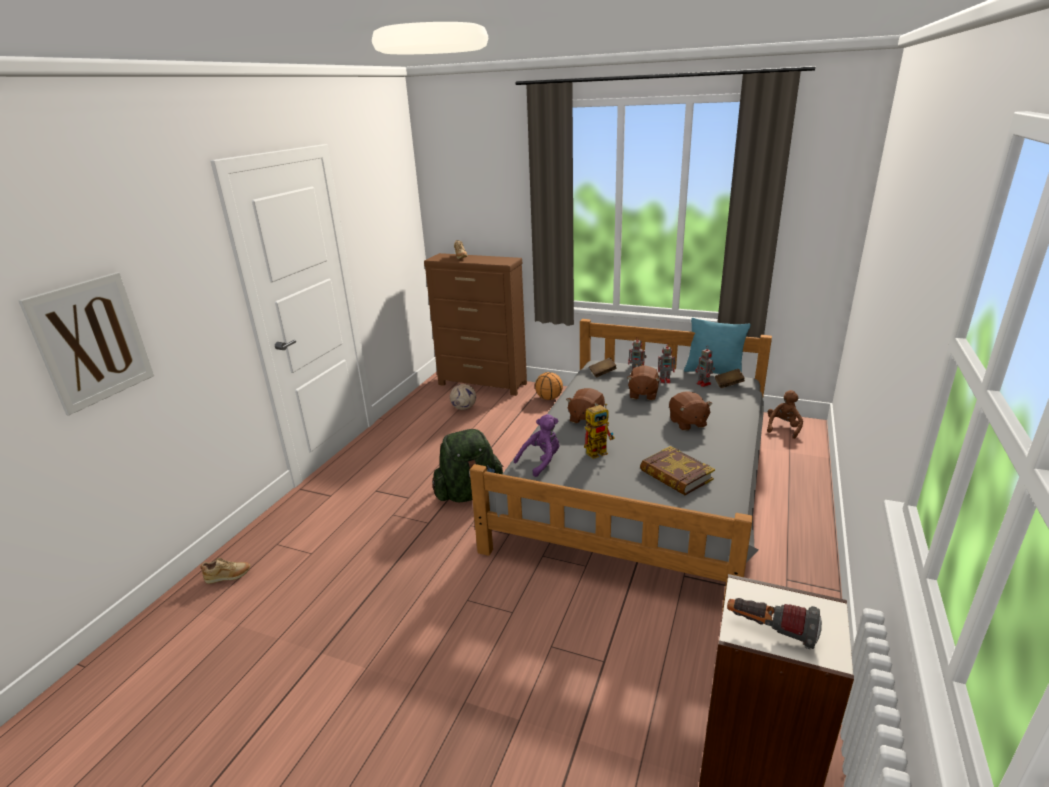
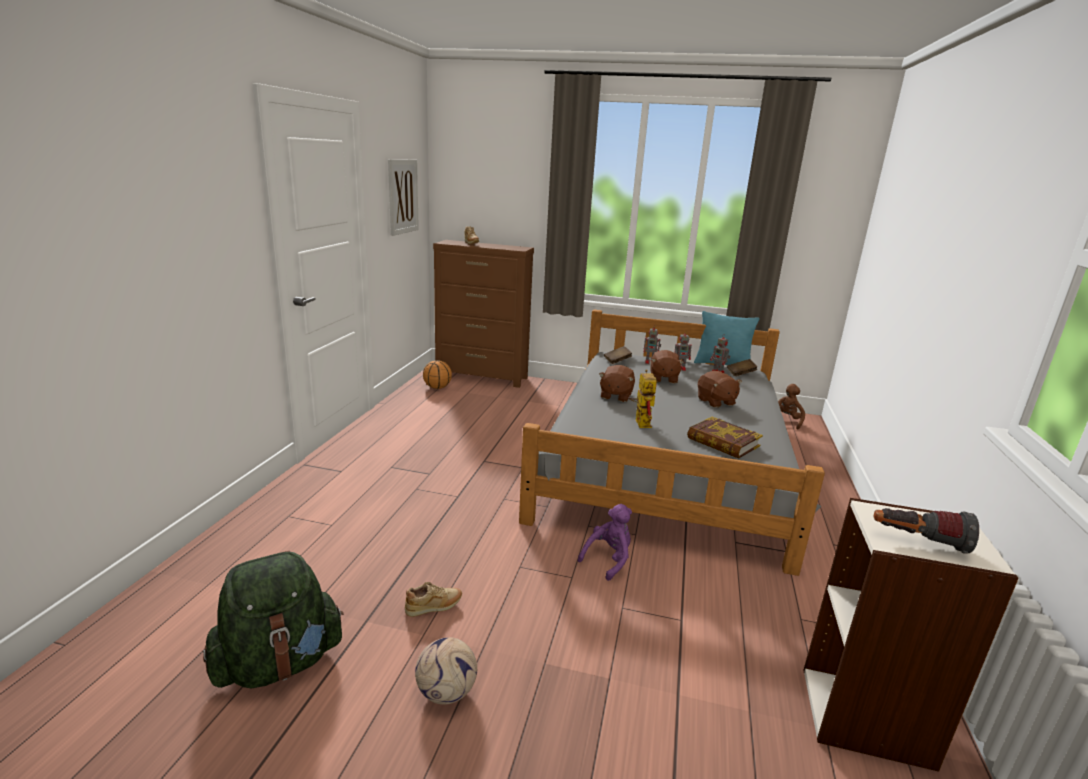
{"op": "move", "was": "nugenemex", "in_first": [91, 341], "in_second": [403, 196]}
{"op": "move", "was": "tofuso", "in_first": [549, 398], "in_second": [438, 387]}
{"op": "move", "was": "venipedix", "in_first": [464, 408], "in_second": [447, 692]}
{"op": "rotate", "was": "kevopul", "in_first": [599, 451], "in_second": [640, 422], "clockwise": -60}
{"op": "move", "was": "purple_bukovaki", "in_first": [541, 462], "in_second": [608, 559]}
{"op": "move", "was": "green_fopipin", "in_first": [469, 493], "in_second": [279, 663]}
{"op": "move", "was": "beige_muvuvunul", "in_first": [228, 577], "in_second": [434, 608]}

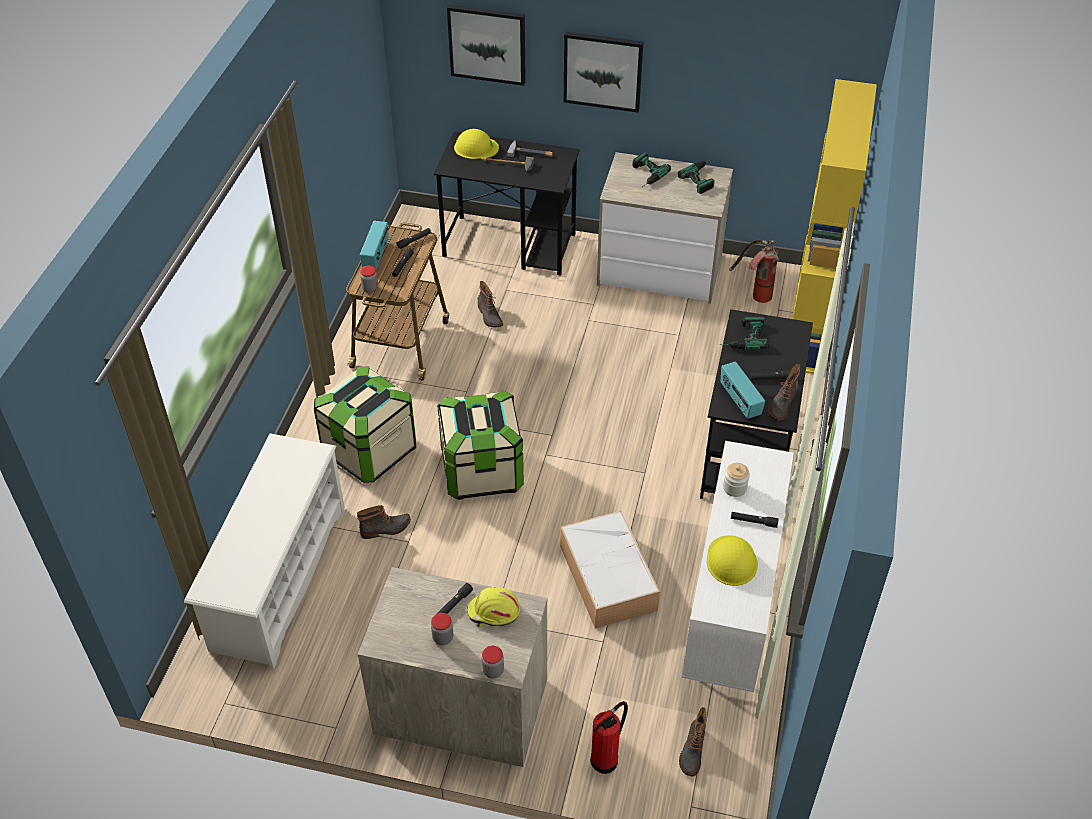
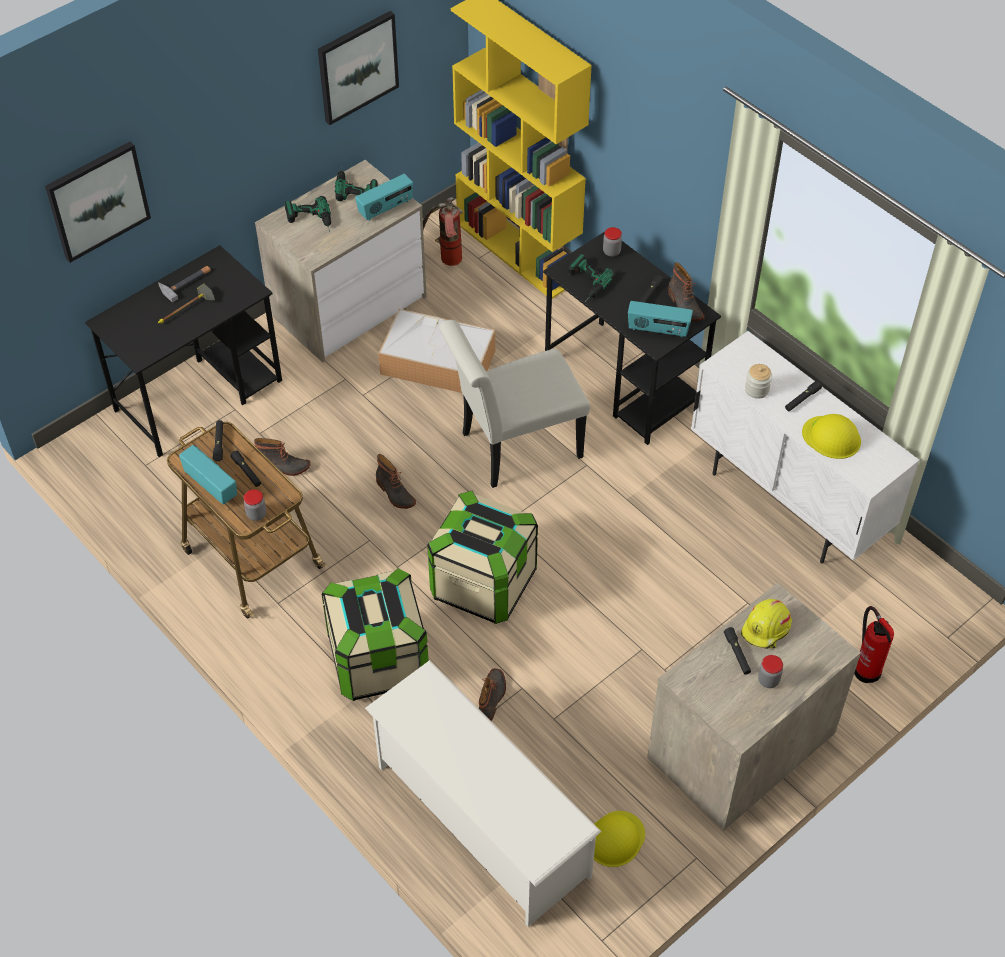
{"op": "move", "was": "nugenemex", "in_first": [603, 71], "in_second": [357, 66]}
{"op": "move", "was": "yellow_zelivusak", "in_first": [476, 147], "in_second": [615, 839]}
{"op": "move", "was": "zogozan", "in_first": [606, 576], "in_second": [436, 362]}
{"op": "move", "was": "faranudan", "in_first": [493, 671], "in_second": [611, 251]}
{"op": "move", "was": "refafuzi", "in_first": [692, 751], "in_second": [394, 493]}
{"op": "insert", "now": "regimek", "in_second": [386, 208]}
{"op": "insert", "now": "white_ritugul", "in_second": [513, 448]}

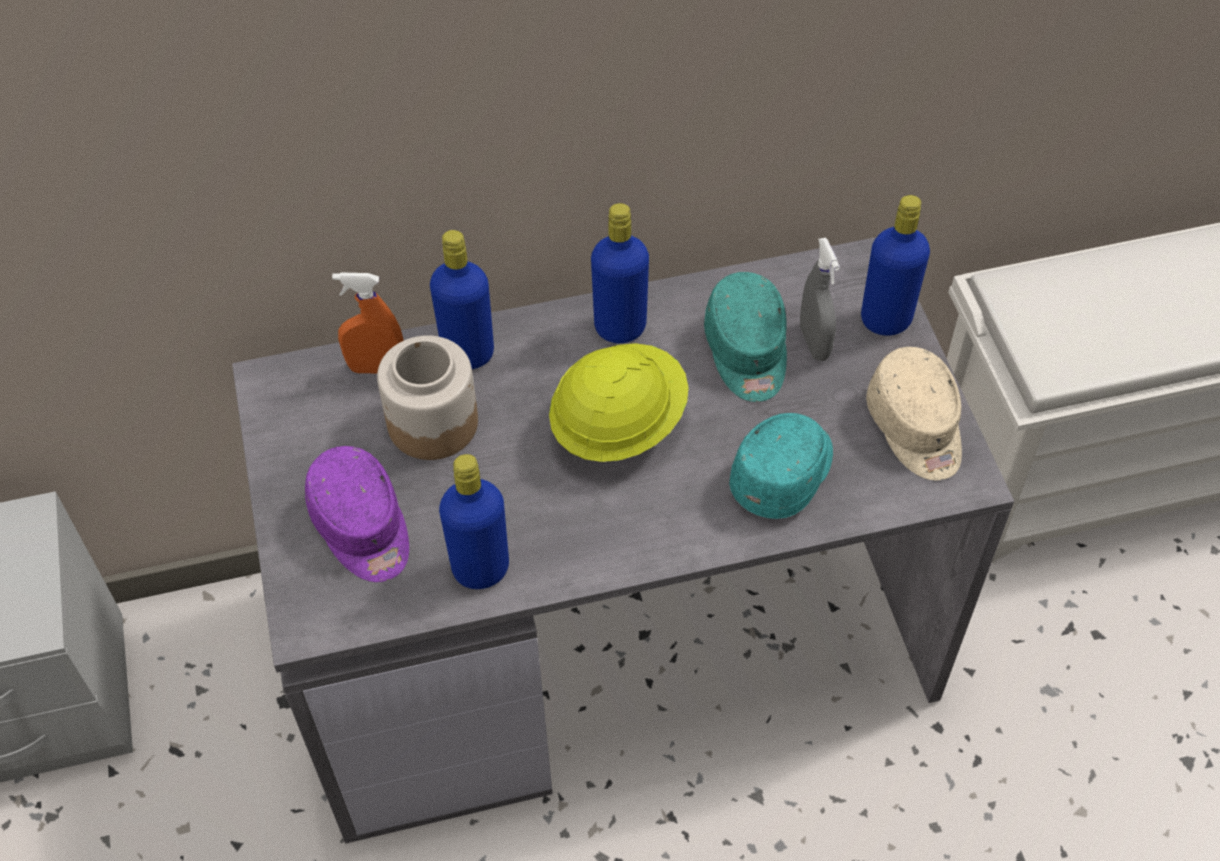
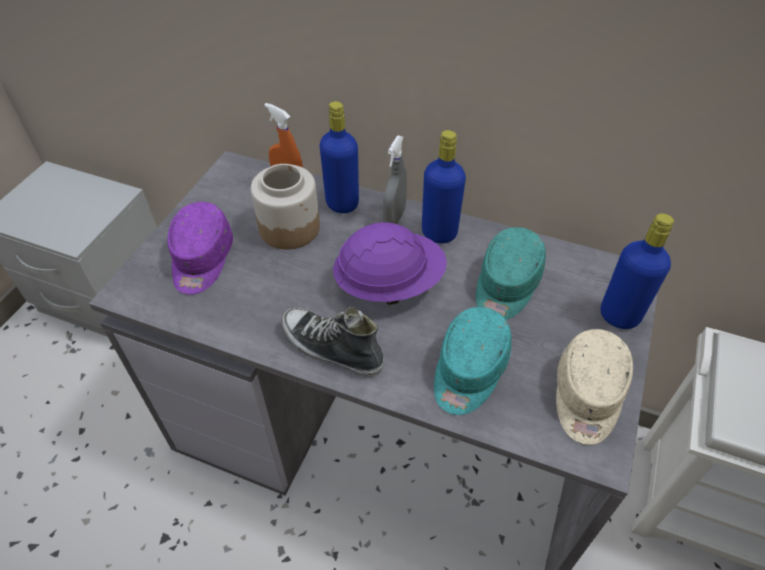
{"op": "move", "was": "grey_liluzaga", "in_first": [814, 342], "in_second": [394, 218]}
{"op": "recolor", "was": "yellow_zelivusak", "now": "purple_zelivusak", "in_first": [618, 424], "in_second": [389, 284]}
{"op": "rotate", "was": "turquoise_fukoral", "in_first": [784, 473], "in_second": [468, 371], "clockwise": 135}
{"op": "delete", "was": "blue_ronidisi", "in_first": [481, 569]}
{"op": "insert", "now": "muvuvunul", "in_second": [331, 348]}

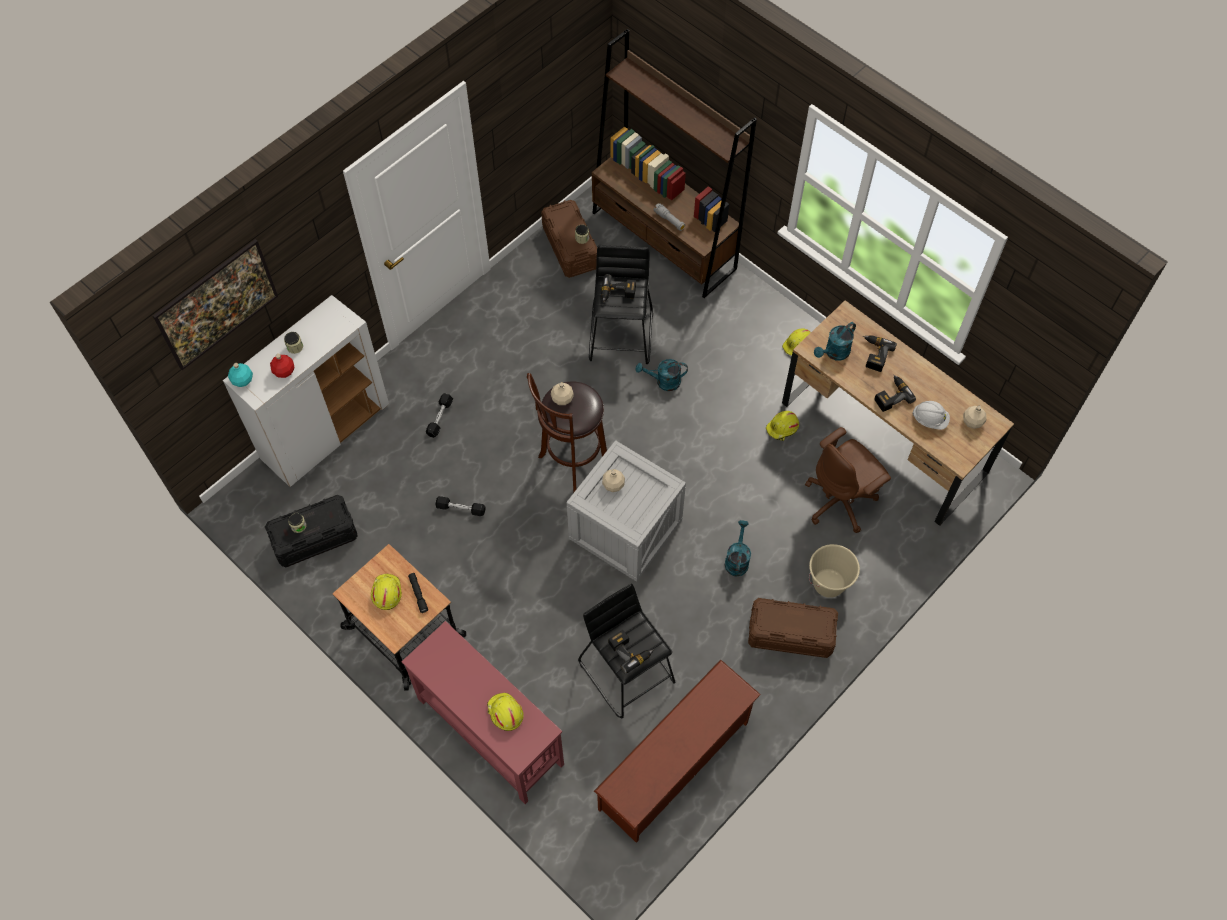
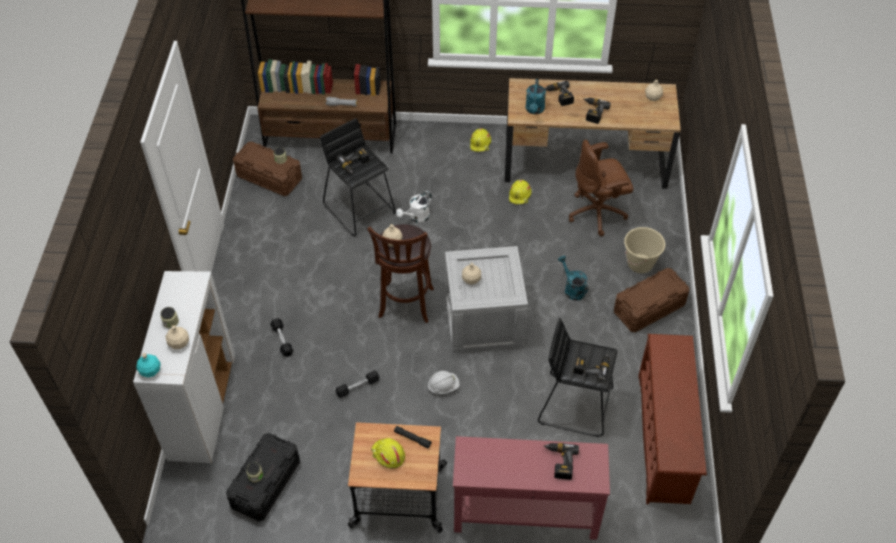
{"op": "delete", "was": "nugenemex", "in_first": [223, 318]}
{"op": "recolor", "was": "red_ronidisi", "now": "beige_ronidisi", "in_first": [284, 371], "in_second": [179, 343]}
{"op": "recolor", "was": "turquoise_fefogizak", "now": "white_fefogizak", "in_first": [663, 382], "in_second": [417, 217]}
{"op": "move", "was": "white_zelivusak", "in_first": [930, 419], "in_second": [443, 386]}
{"op": "rotate", "was": "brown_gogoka", "in_first": [841, 501], "in_second": [598, 213], "clockwise": 60}
{"op": "replace", "was": "yellow_zelivusak", "now": "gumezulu", "in_first": [505, 713], "in_second": [559, 462]}

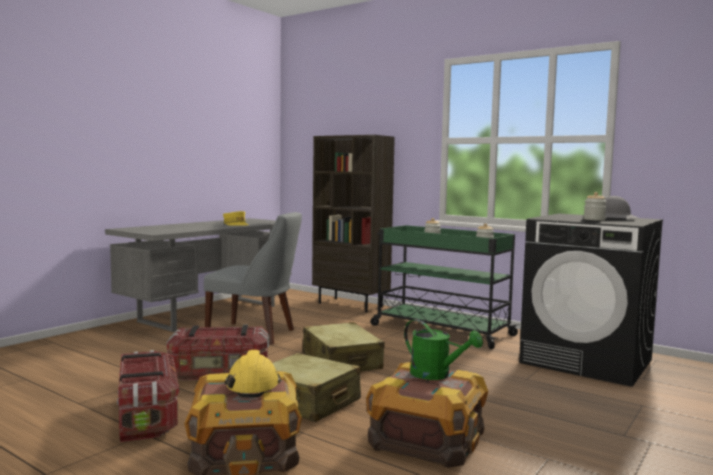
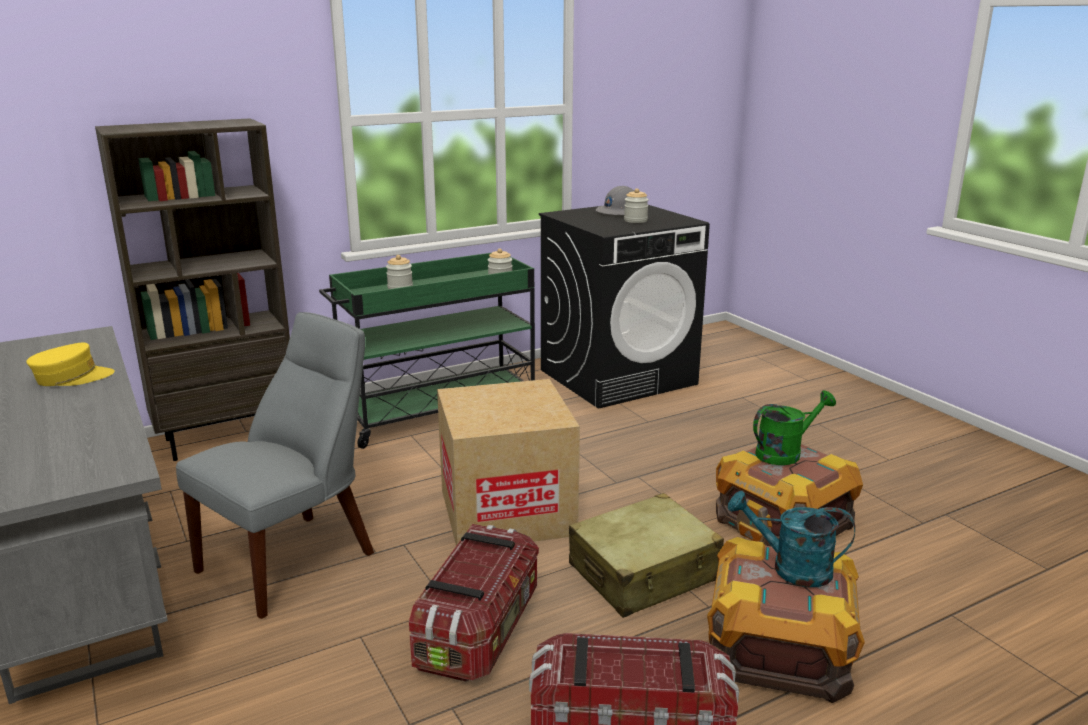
{"op": "replace", "was": "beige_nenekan", "now": "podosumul", "in_first": [341, 361], "in_second": [506, 512]}
{"op": "replace", "was": "yellow_zelivusak", "now": "turquoise_fefogizak", "in_first": [252, 385], "in_second": [790, 568]}

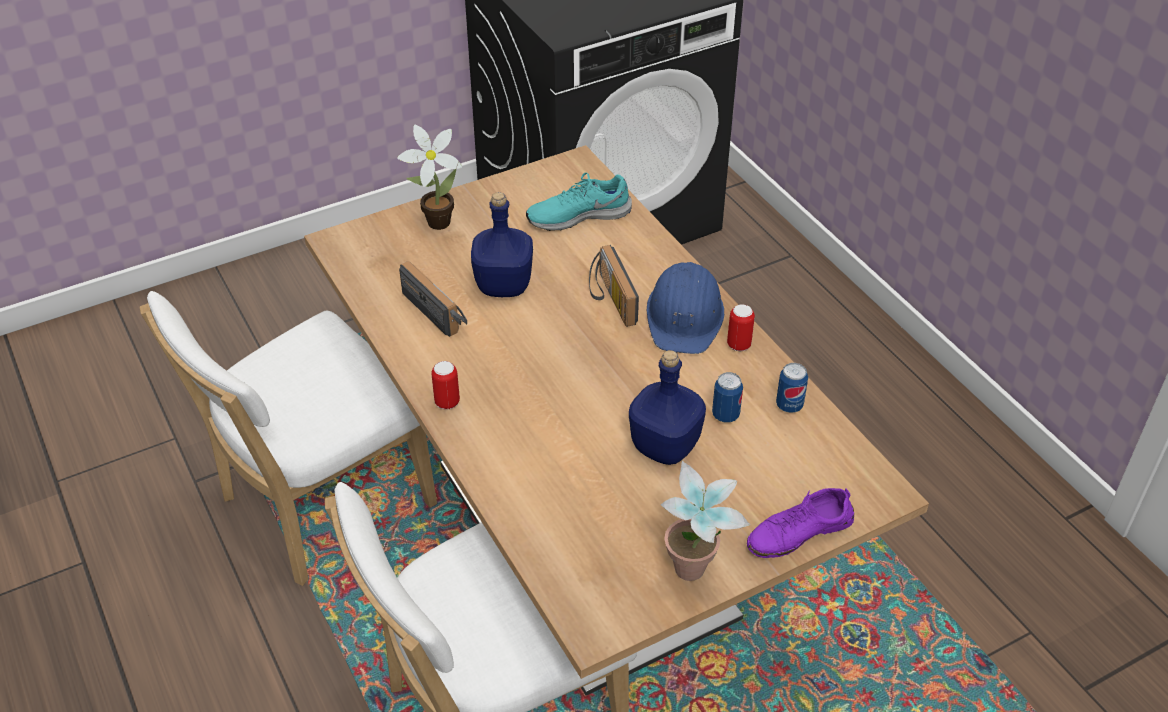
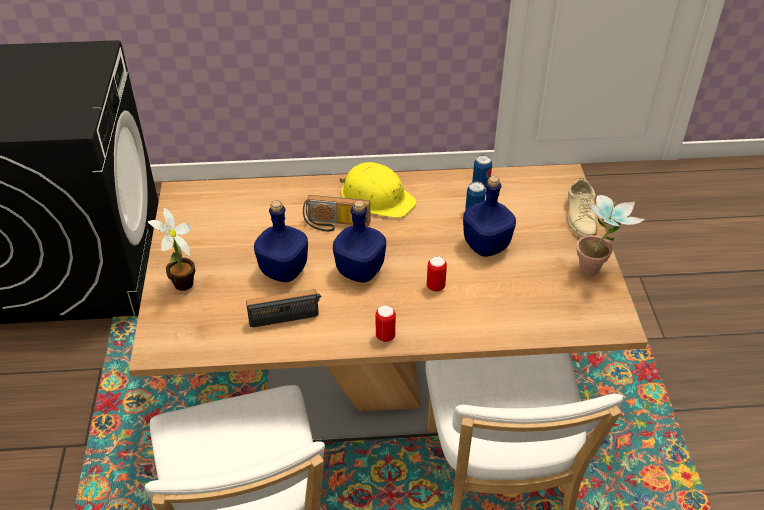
{"op": "delete", "was": "turquoise_muvuvunul", "in_first": [578, 215]}
{"op": "recolor", "was": "blue_zelivusak", "now": "yellow_zelivusak", "in_first": [685, 316], "in_second": [377, 197]}
{"op": "move", "was": "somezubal", "in_first": [738, 345], "in_second": [435, 286]}
{"op": "recolor", "was": "purple_muvuvunul", "now": "beige_muvuvunul", "in_first": [799, 532], "in_second": [580, 217]}
{"op": "insert", "now": "blue_ronidisi", "in_second": [359, 271]}

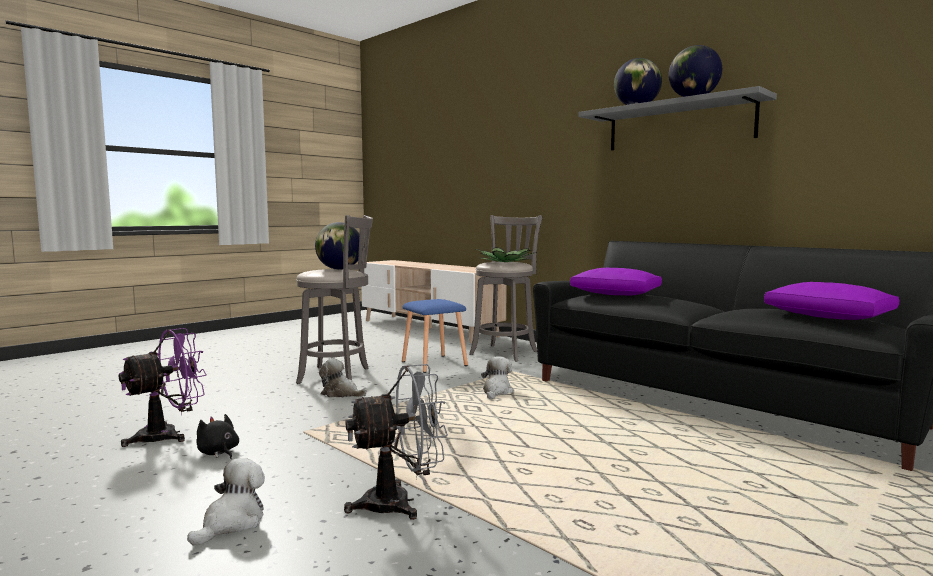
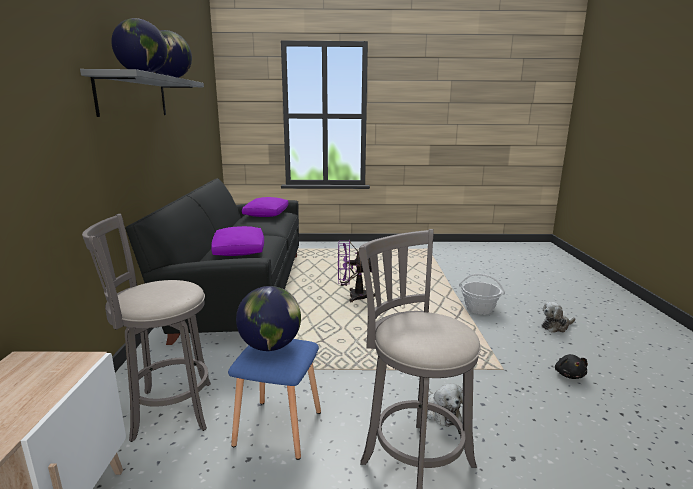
{"op": "move", "was": "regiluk", "in_first": [339, 269], "in_second": [270, 346]}
{"op": "delete", "was": "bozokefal", "in_first": [505, 262]}
{"op": "move", "was": "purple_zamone", "in_first": [168, 435], "in_second": [353, 296]}
{"op": "delete", "was": "bukovaki", "in_first": [496, 392]}
{"op": "replace", "was": "grey_zamone", "now": "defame", "in_first": [399, 502], "in_second": [479, 309]}

